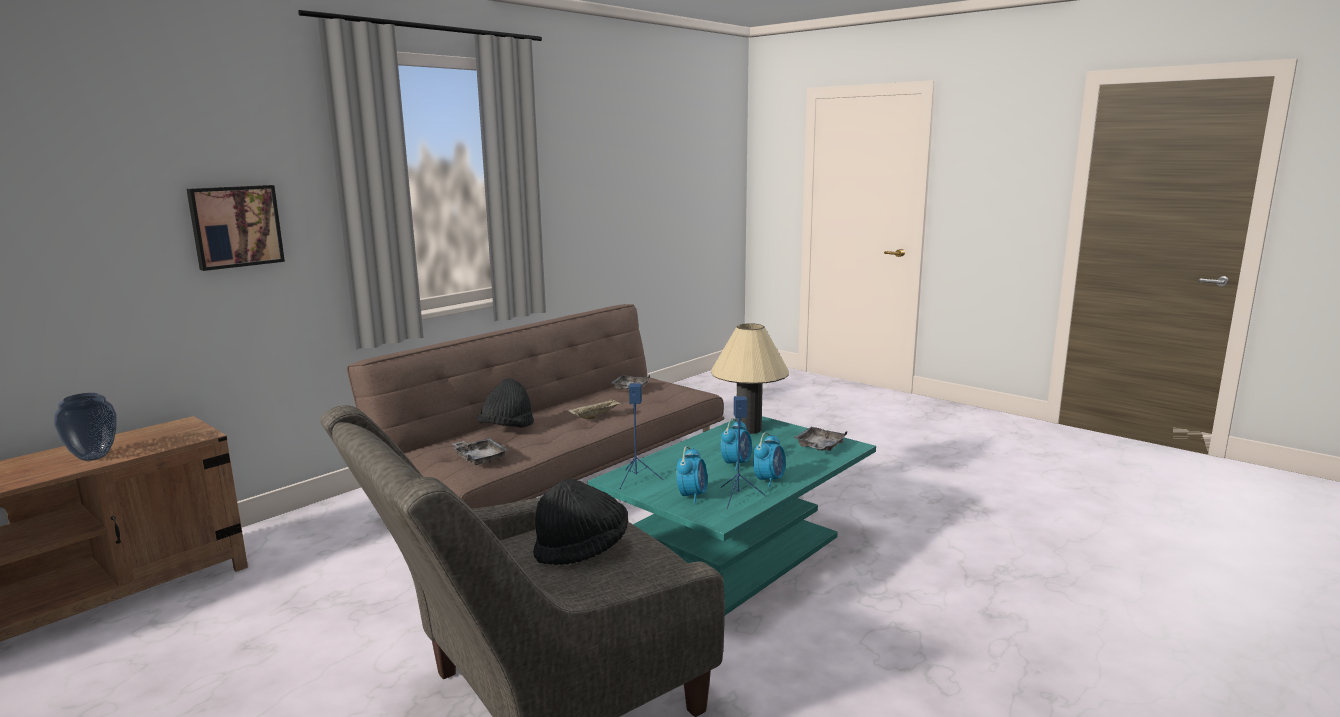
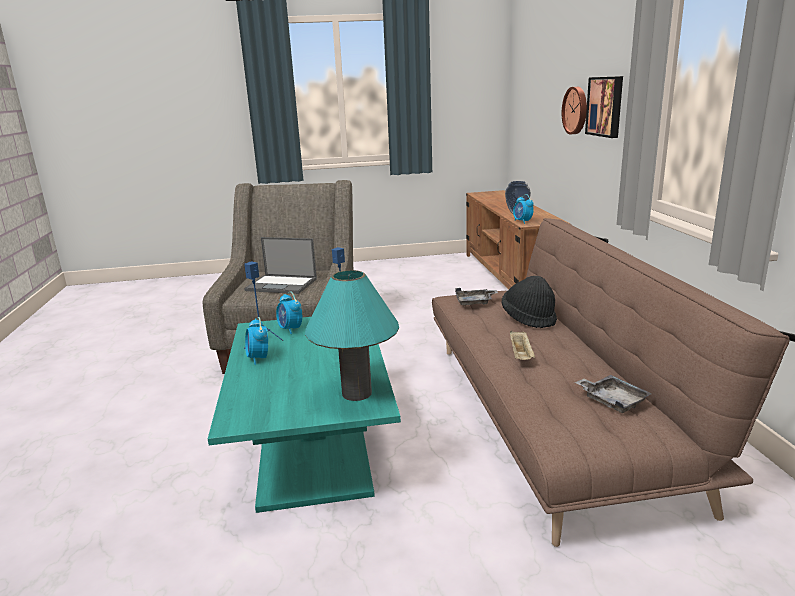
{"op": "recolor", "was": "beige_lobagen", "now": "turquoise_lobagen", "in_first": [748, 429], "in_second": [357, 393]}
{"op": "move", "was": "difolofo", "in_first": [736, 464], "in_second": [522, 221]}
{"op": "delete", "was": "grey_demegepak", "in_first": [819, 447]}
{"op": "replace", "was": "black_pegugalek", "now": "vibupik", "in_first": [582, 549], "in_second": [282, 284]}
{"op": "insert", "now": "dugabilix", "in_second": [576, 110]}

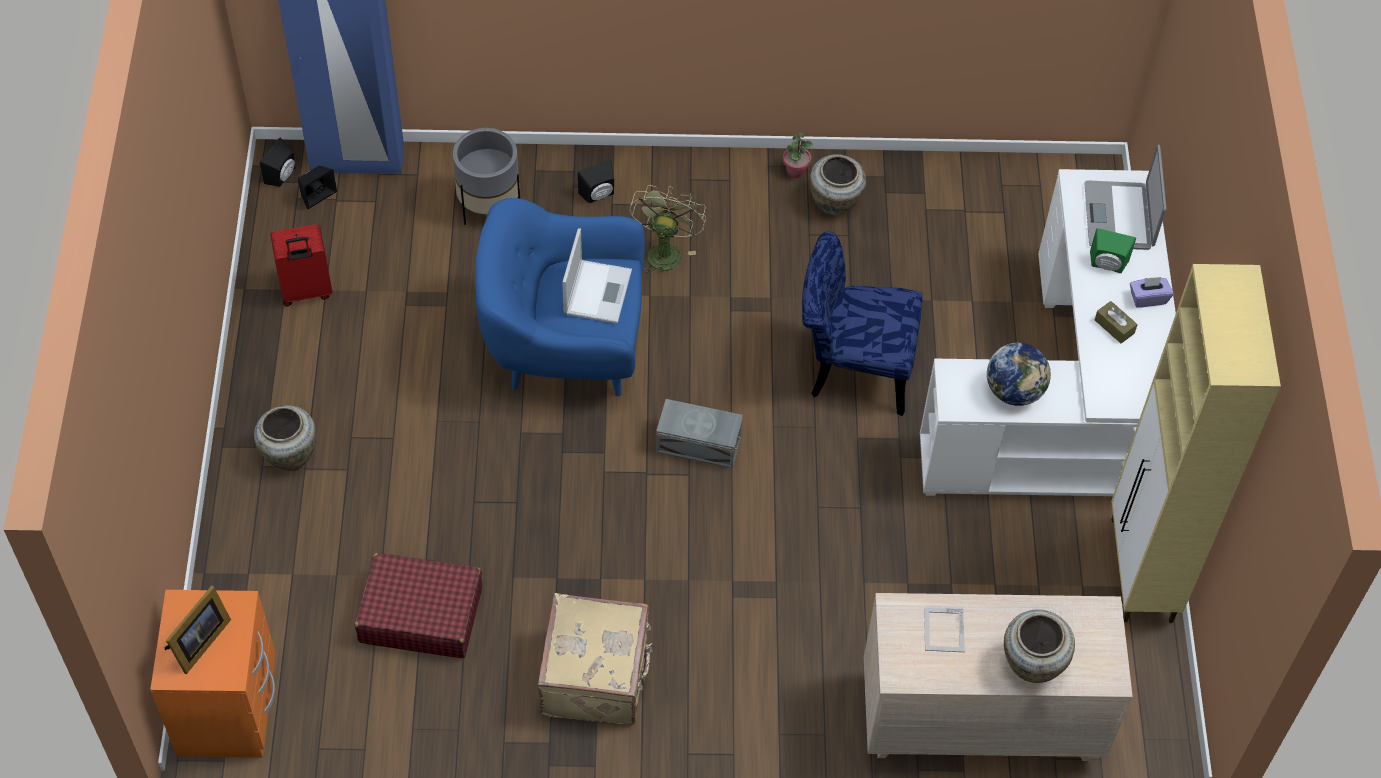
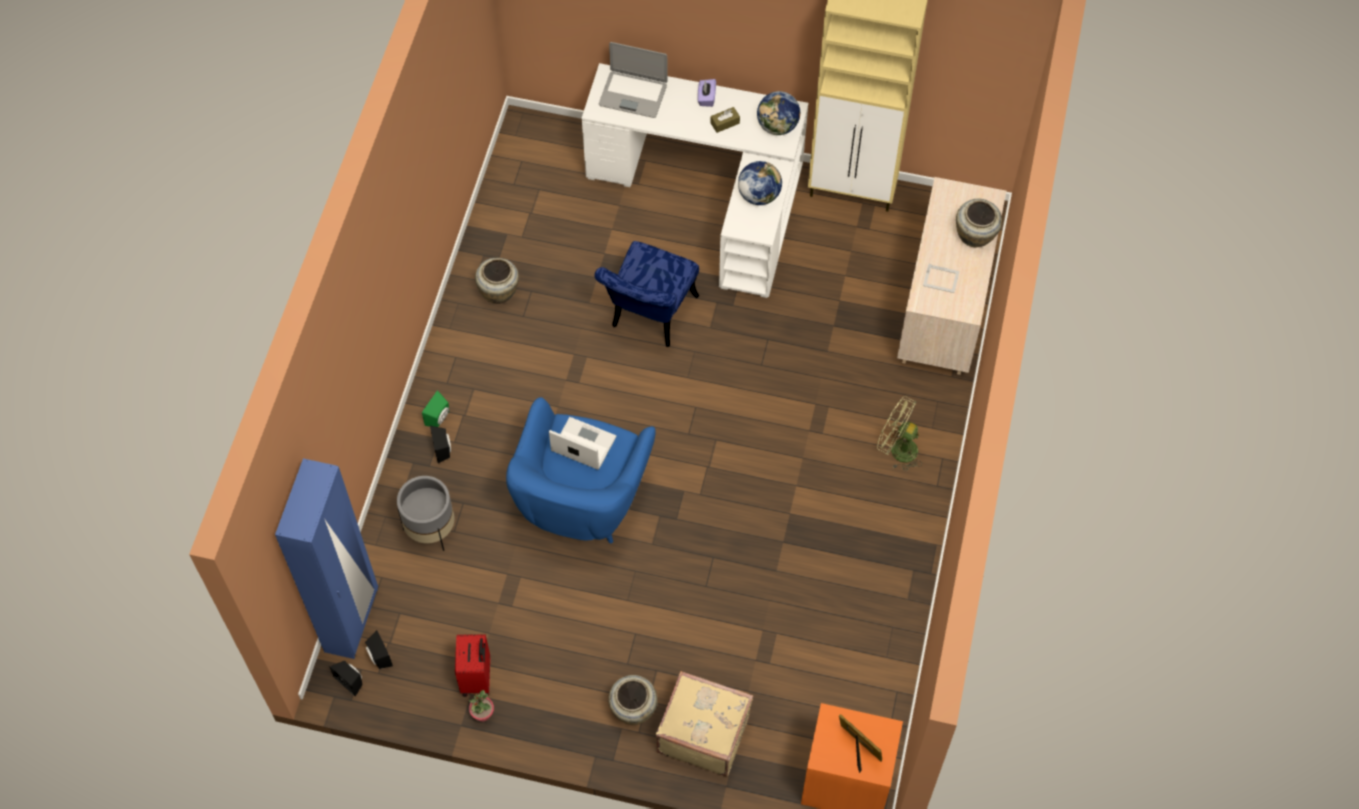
{"op": "move", "was": "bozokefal", "in_first": [795, 171], "in_second": [482, 714]}
{"op": "move", "was": "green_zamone", "in_first": [664, 250], "in_second": [897, 449]}
{"op": "move", "was": "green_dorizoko", "in_first": [1107, 265], "in_second": [439, 418]}
{"op": "delete", "was": "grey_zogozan", "in_first": [699, 445]}
{"op": "delete", "was": "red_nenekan", "in_first": [420, 614]}
{"op": "move", "was": "beige_nenekan", "in_first": [597, 676], "in_second": [703, 731]}
{"op": "insert", "now": "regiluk", "in_second": [777, 126]}

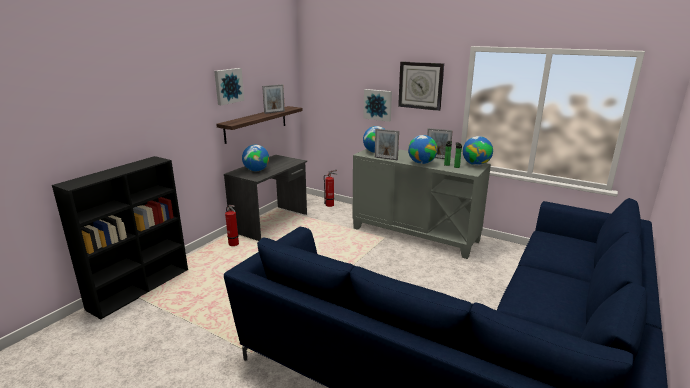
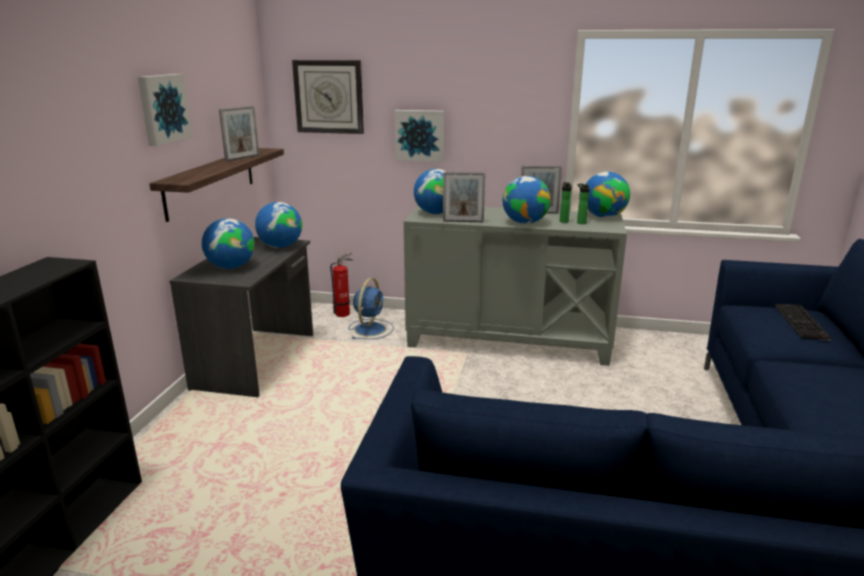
{"op": "move", "was": "dugabilix", "in_first": [420, 85], "in_second": [329, 97]}
{"op": "delete", "was": "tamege", "in_first": [234, 245]}
{"op": "insert", "now": "regiluk", "in_second": [280, 246]}
{"op": "insert", "now": "blue_zamone", "in_second": [370, 329]}
{"op": "insert", "now": "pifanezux", "in_second": [802, 322]}

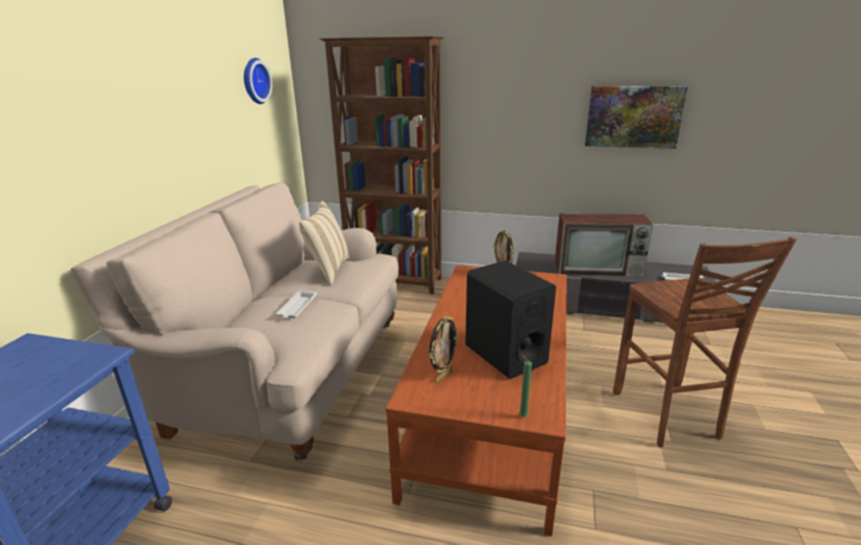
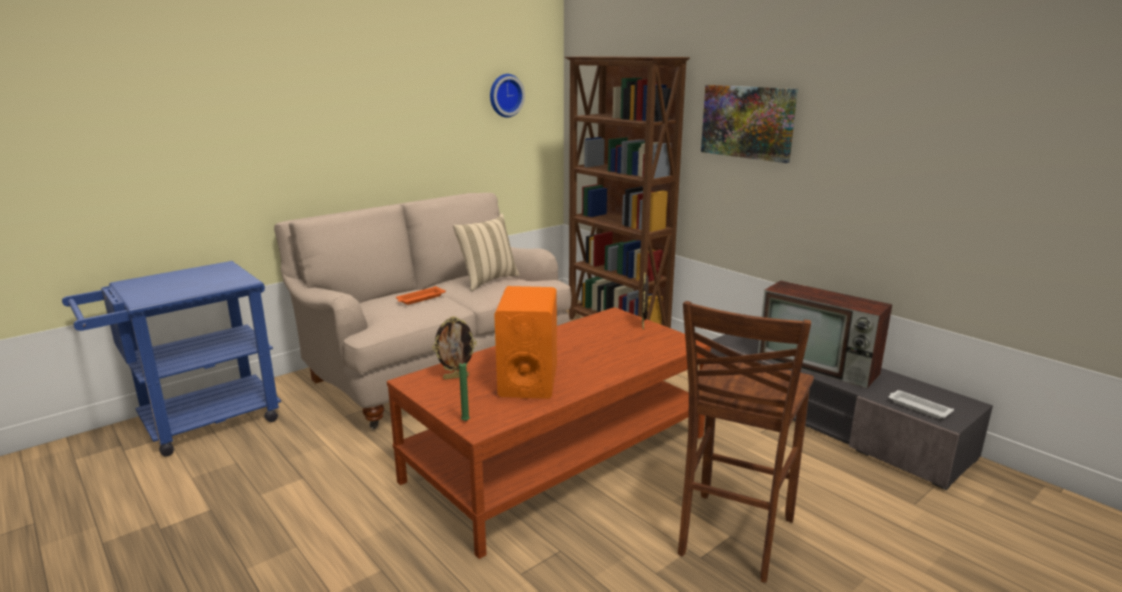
{"op": "move", "was": "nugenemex", "in_first": [633, 117], "in_second": [747, 122]}
{"op": "recolor", "was": "black_dorizoko", "now": "orange_dorizoko", "in_first": [505, 354], "in_second": [528, 381]}
{"op": "recolor", "was": "white_demegepak", "now": "orange_demegepak", "in_first": [297, 307], "in_second": [420, 298]}

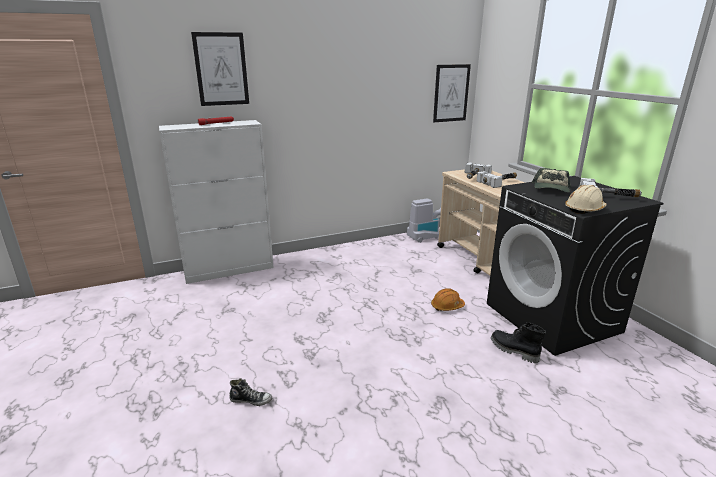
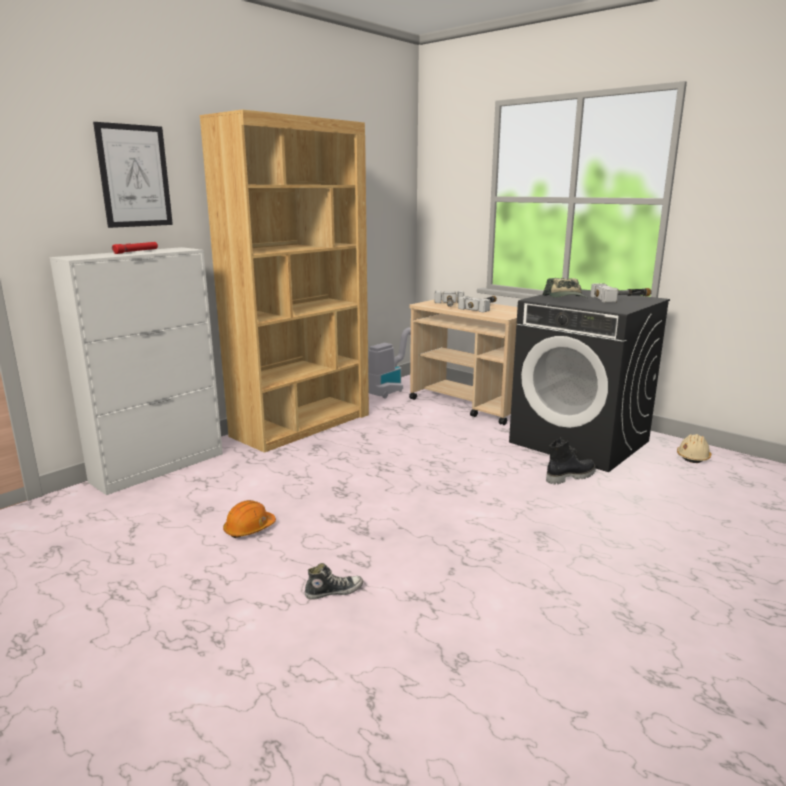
{"op": "delete", "was": "nugenemex", "in_first": [451, 93]}
{"op": "move", "was": "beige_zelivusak", "in_first": [584, 209], "in_second": [693, 456]}
{"op": "move", "was": "orange_zelivusak", "in_first": [447, 306], "in_second": [249, 529]}
{"op": "rotate", "was": "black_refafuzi", "in_first": [513, 351], "in_second": [569, 477], "clockwise": 135}
{"op": "insert", "now": "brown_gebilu", "in_second": [302, 425]}

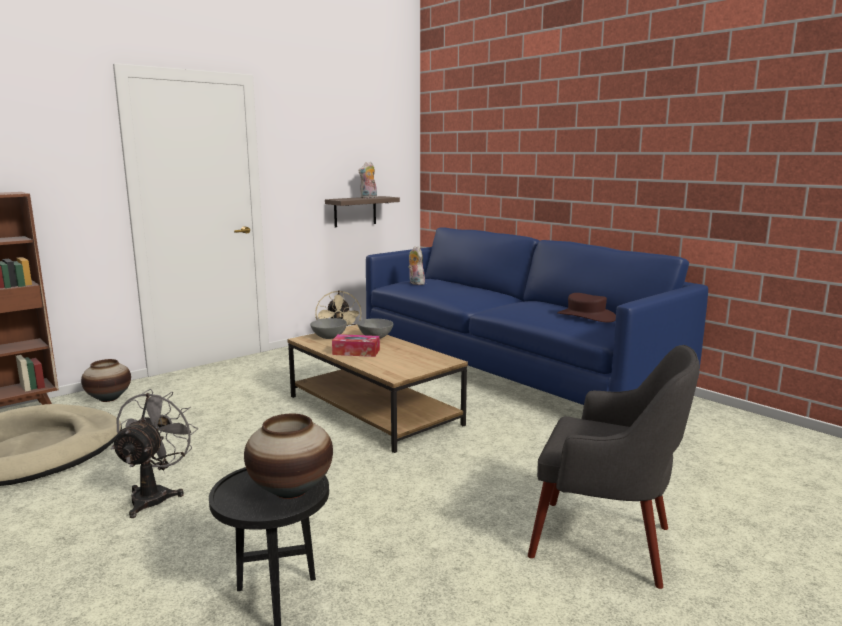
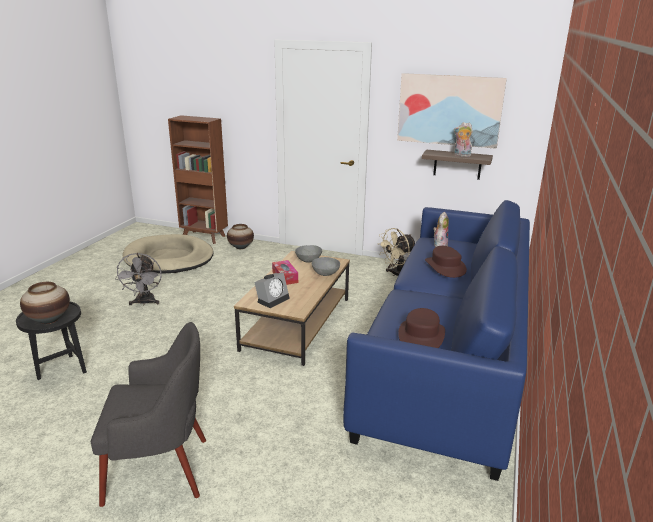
{"op": "rotate", "was": "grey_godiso", "in_first": [604, 542], "in_second": [159, 469], "clockwise": -90}
{"op": "rotate", "was": "grey_zamone", "in_first": [155, 495], "in_second": [144, 303], "clockwise": 105}
{"op": "insert", "now": "nugenemex", "in_second": [449, 110]}
{"op": "insert", "now": "brown_pegugalek", "in_second": [445, 267]}
{"op": "insert", "now": "difolofo", "in_second": [273, 299]}

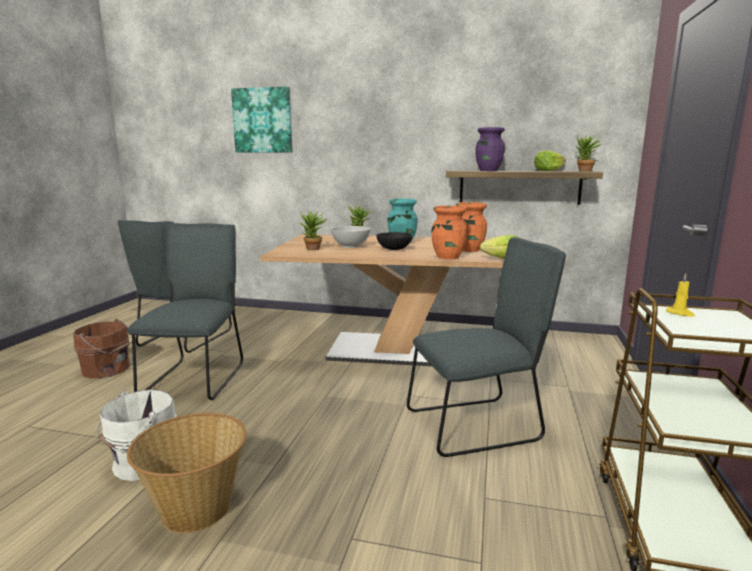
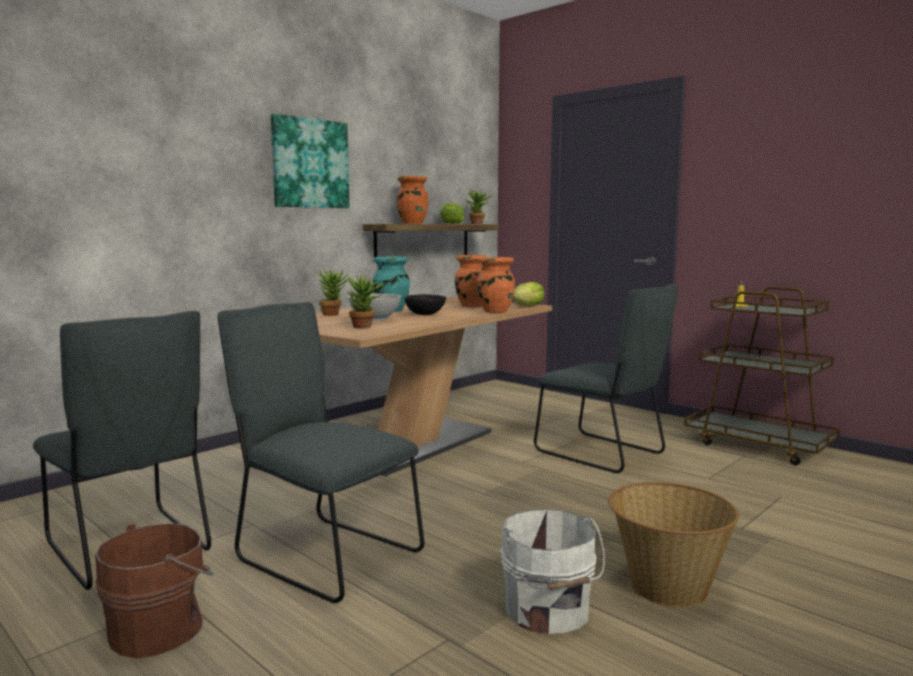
{"op": "move", "was": "nugenemex", "in_first": [263, 120], "in_second": [310, 163]}
{"op": "recolor", "was": "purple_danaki", "now": "orange_danaki", "in_first": [488, 170], "in_second": [412, 223]}
{"op": "rotate", "was": "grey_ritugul", "in_first": [478, 425], "in_second": [604, 454], "clockwise": 120}

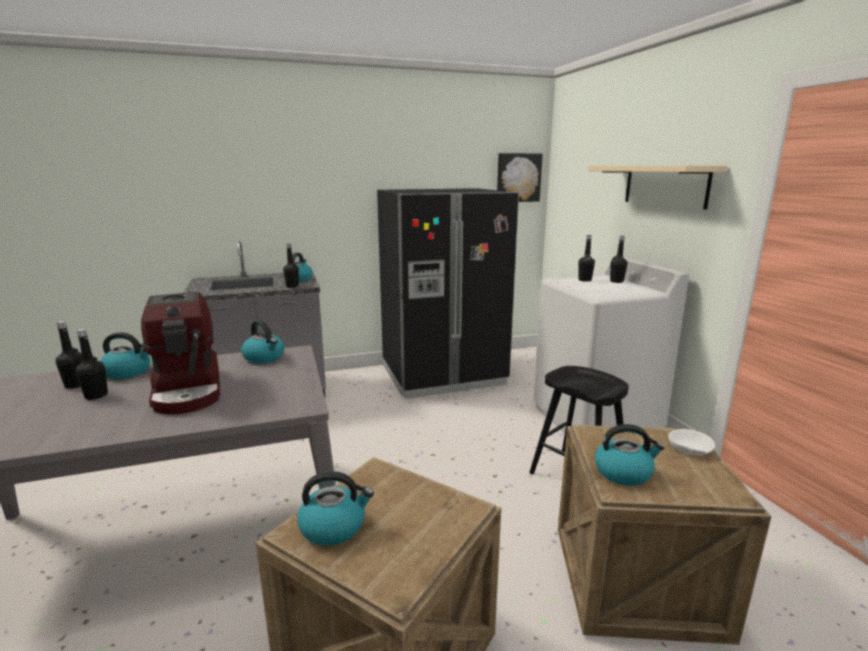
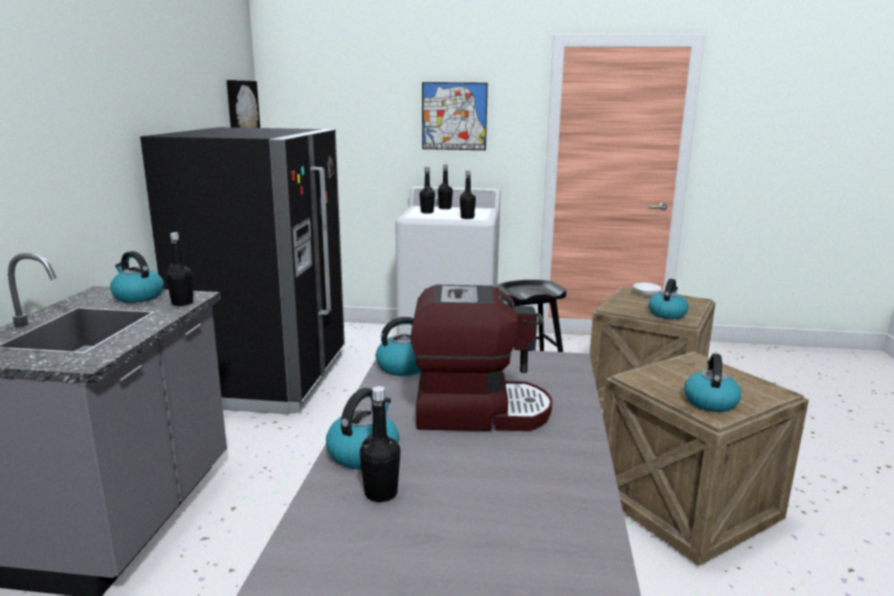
{"op": "replace", "was": "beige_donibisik", "now": "nugenemex", "in_first": [665, 185], "in_second": [454, 116]}
{"op": "move", "was": "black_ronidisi", "in_first": [96, 395], "in_second": [467, 218]}

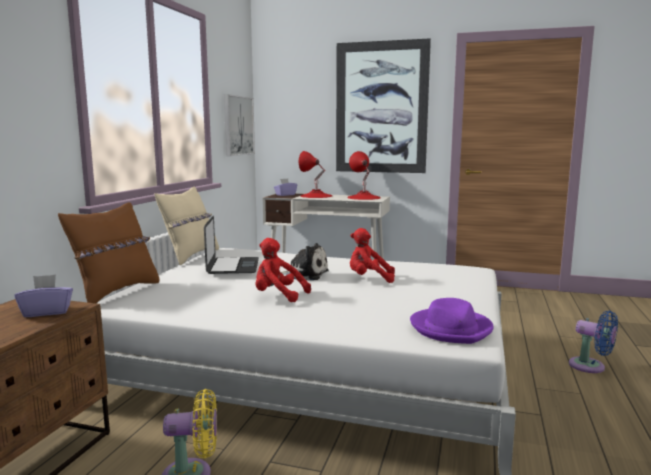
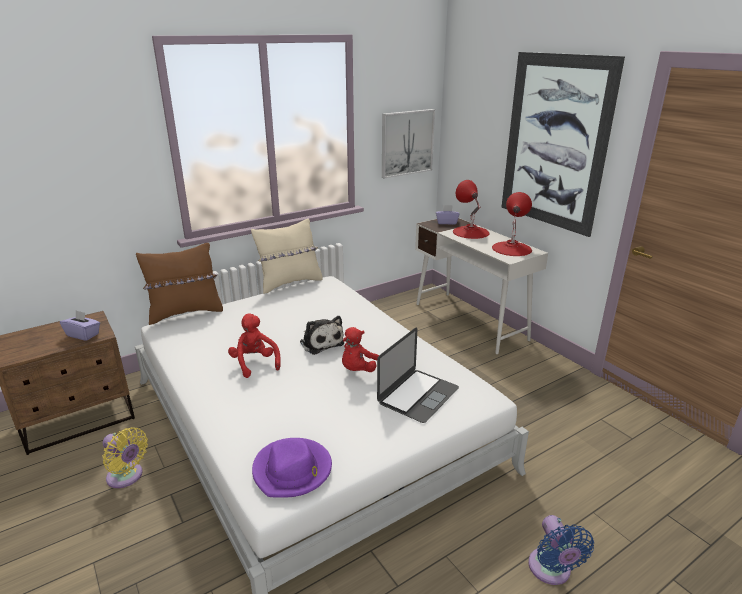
{"op": "move", "was": "vibupik", "in_first": [233, 266], "in_second": [418, 395]}
{"op": "rotate", "was": "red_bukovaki", "in_first": [369, 279], "in_second": [359, 370], "clockwise": -105}

